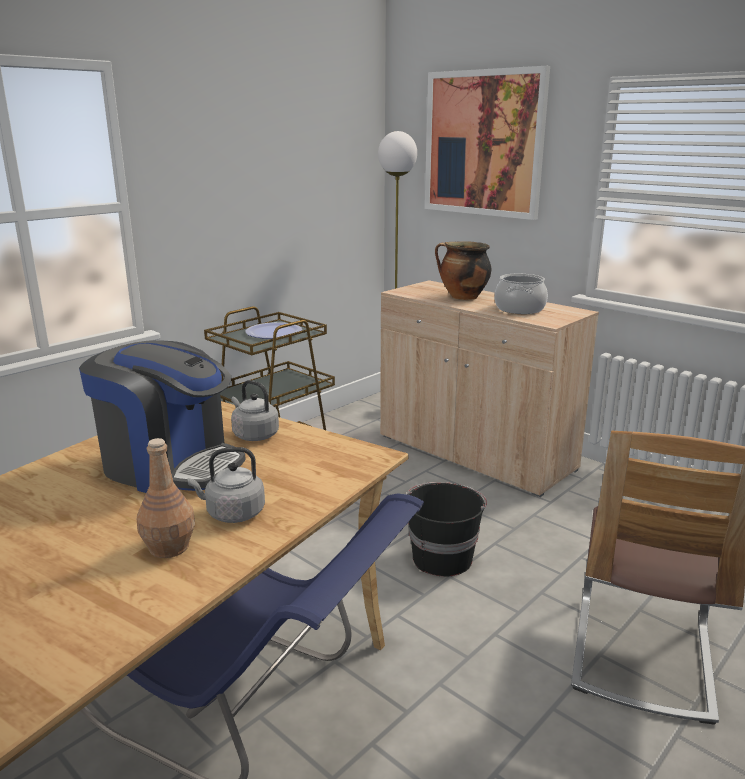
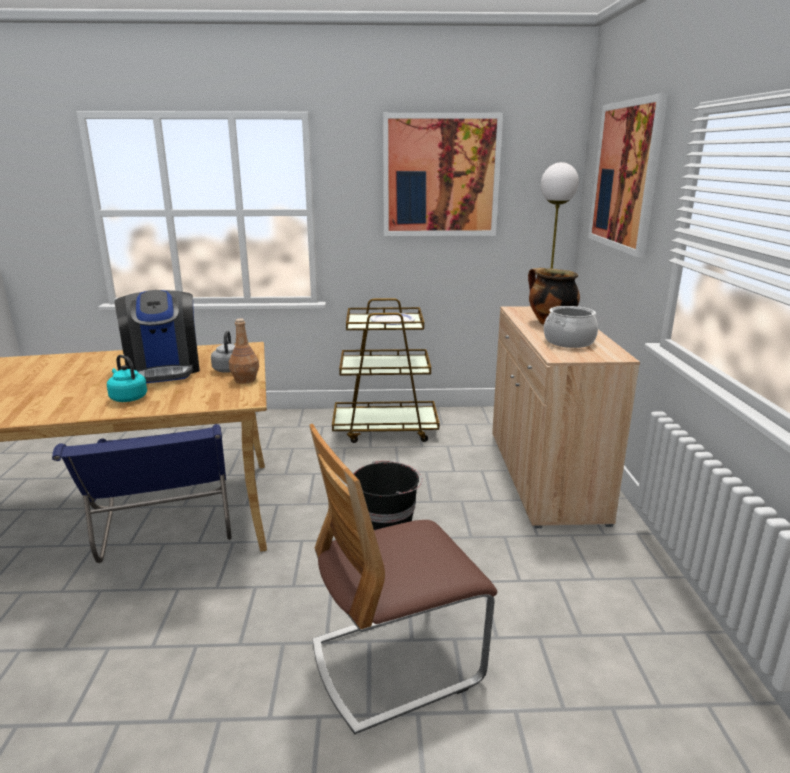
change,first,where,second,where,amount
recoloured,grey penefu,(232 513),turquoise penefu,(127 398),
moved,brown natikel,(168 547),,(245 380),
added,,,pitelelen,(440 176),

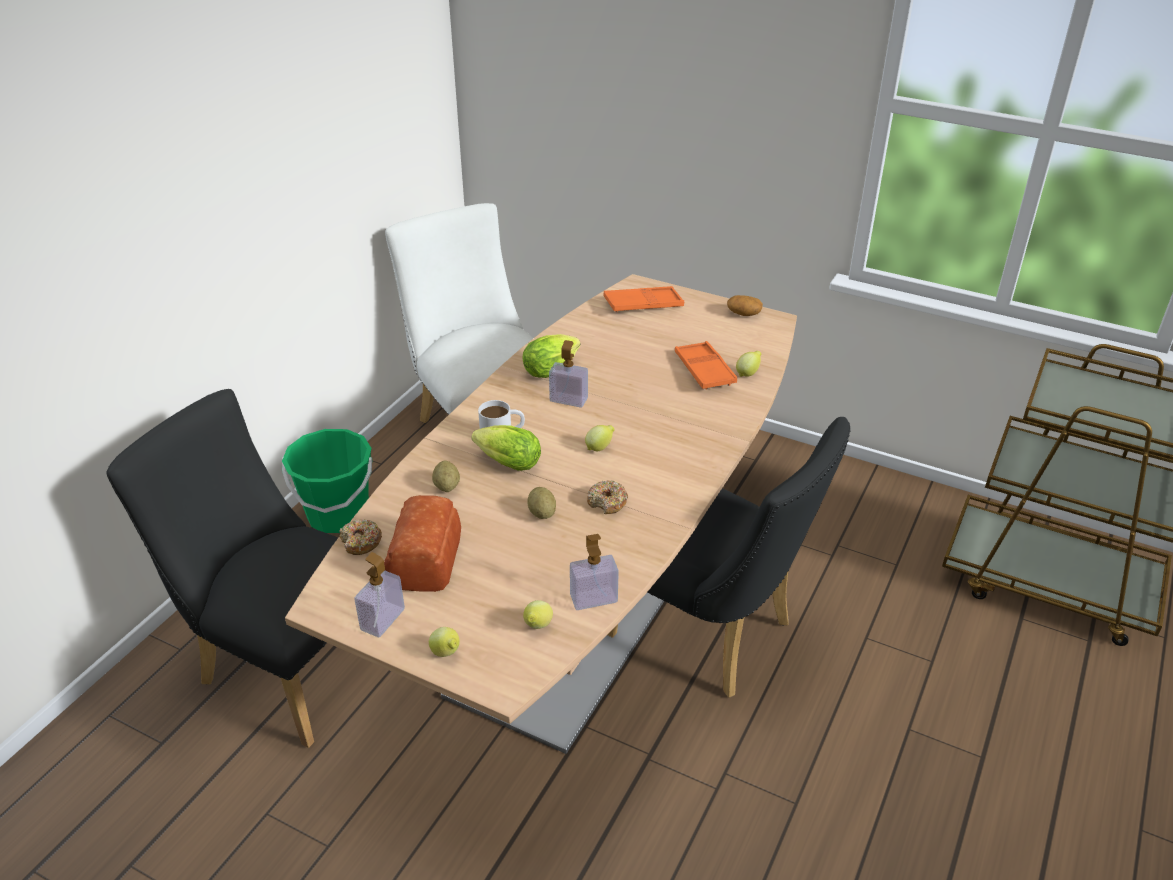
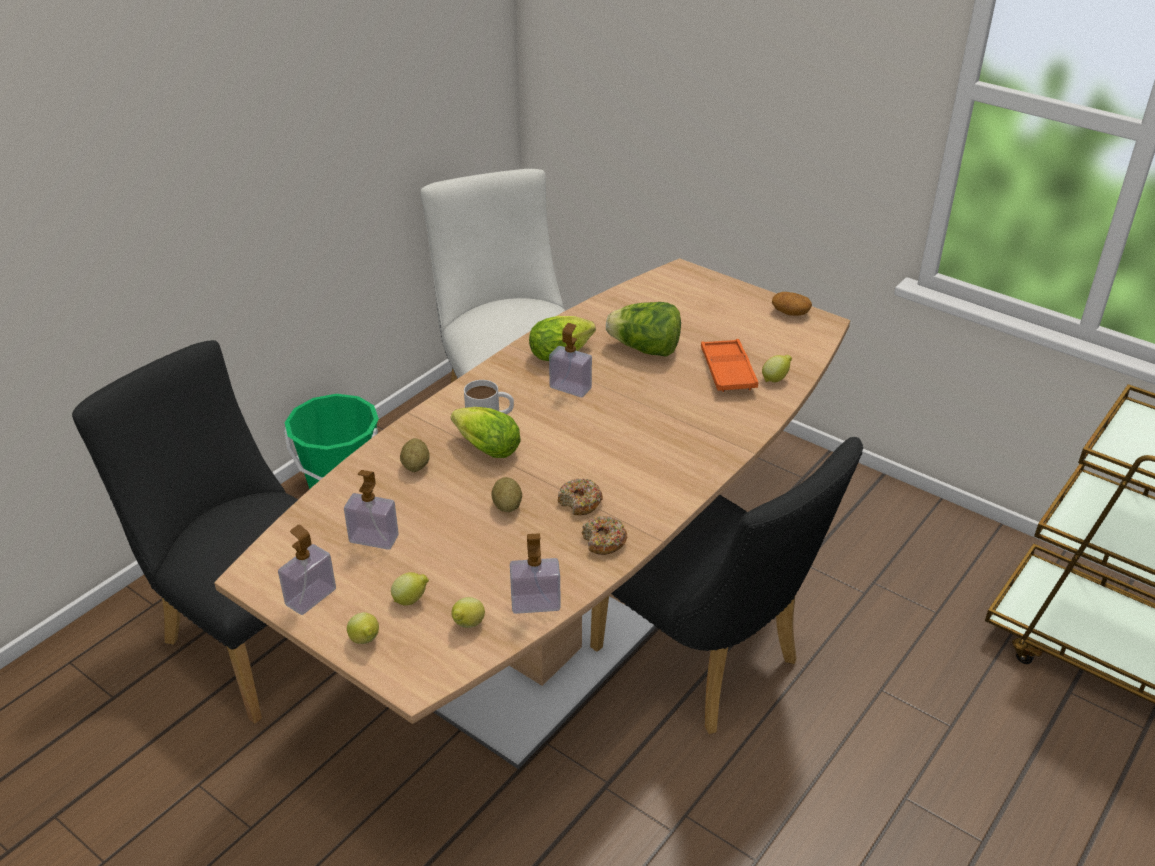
change,first,where,second,where,amount
replaced,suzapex,(427 558),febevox,(374 539),
moved,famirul,(599 448),,(411 600),
moved,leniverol,(361 542),,(603 541),
added,,,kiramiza,(645 349),
removed,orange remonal,(643 304),,,

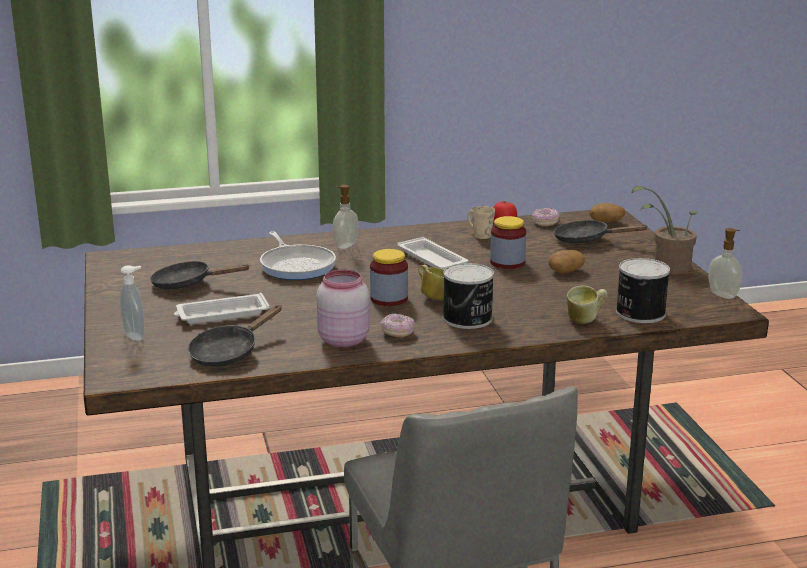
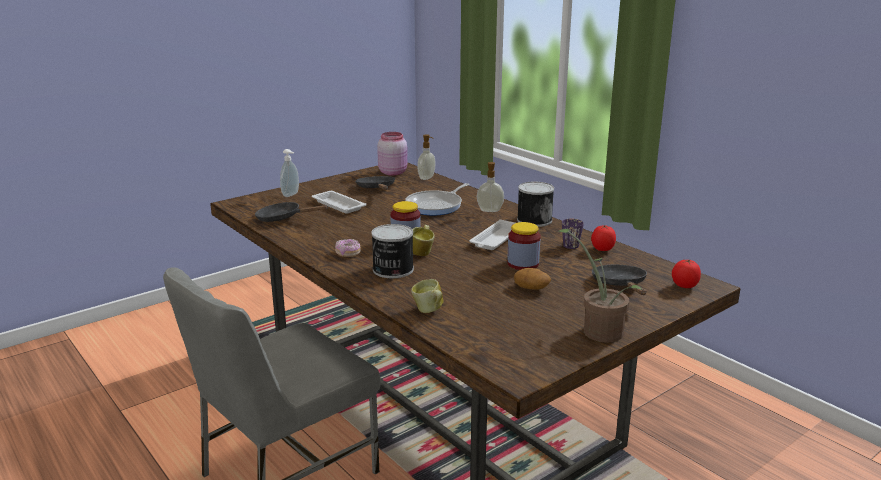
change,first,where,second,where,amount
moved,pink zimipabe,(342 340),,(393 172),
moved,febevox,(723 295),,(427 178),
moved,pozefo,(639 313),,(534 220),
recoloured,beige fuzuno,(478 234),purple fuzuno,(572 244),
replaced,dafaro,(607 221),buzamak,(684 286),
removed,leniverol,(545 223),,,

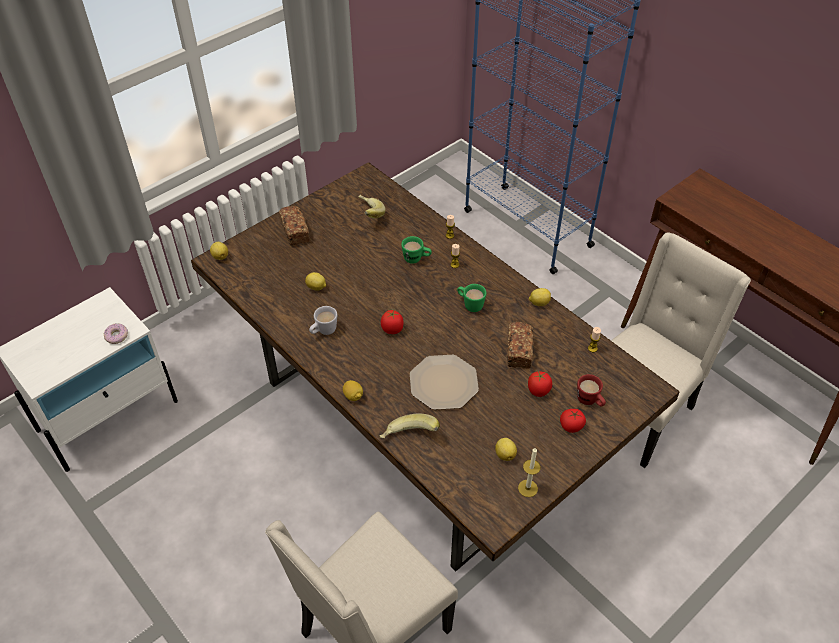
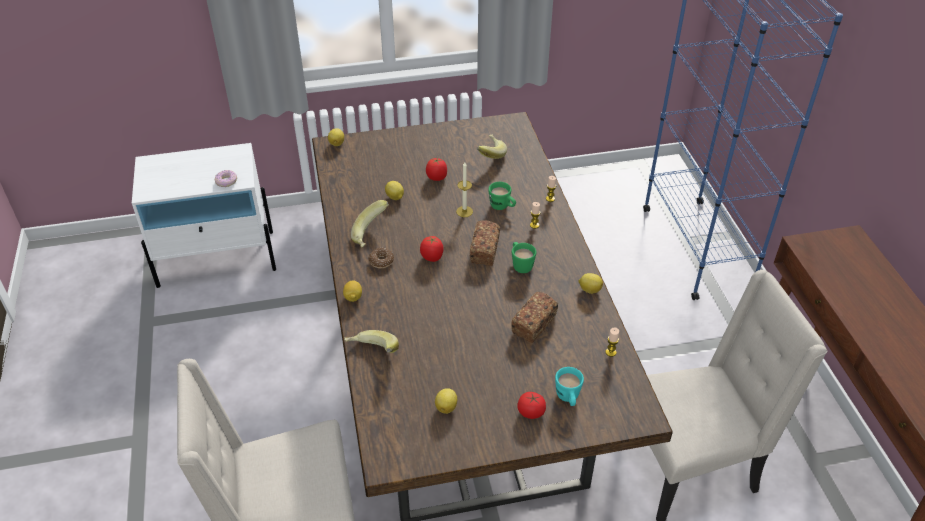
change,first,where,second,where,amount
replaced,white fuzuno,(323 331),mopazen,(371 235),
added,,,leniverol,(381 261),
moved,buzamak,(538 391),,(437 177),
moved,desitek,(527 488),,(464 211),
moved,suzapex,(295 232),,(485 250),
recoloured,red fuzuno,(590 401),turquoise fuzuno,(568 398),
removed,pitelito,(444 383),,,

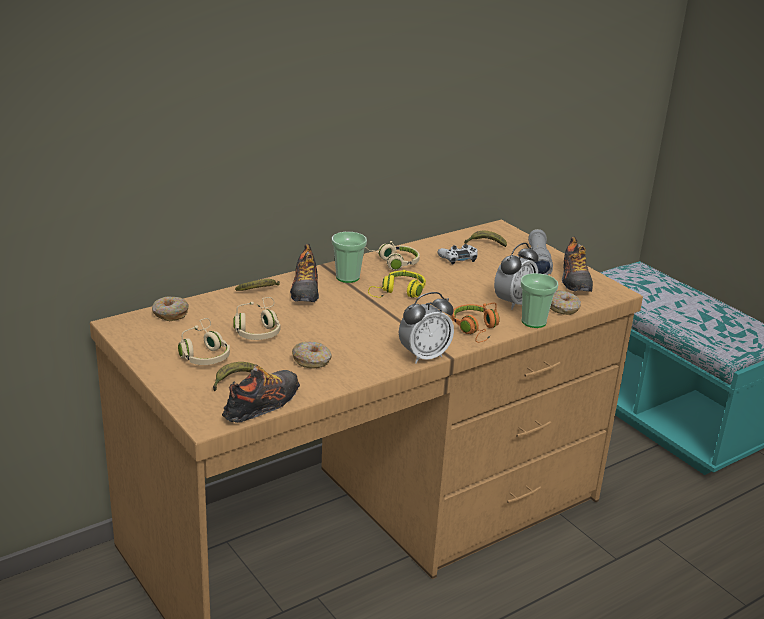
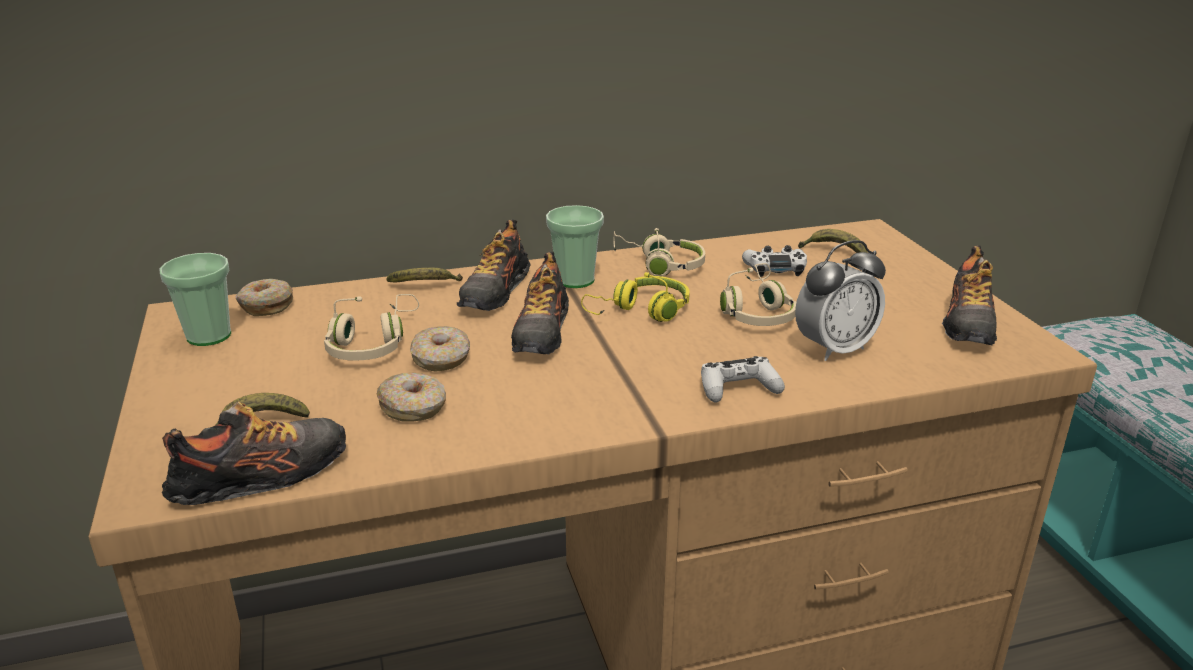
change,first,where,second,where,amount
moved,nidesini,(533 322),,(209 336),
moved,leniverol,(563 308),,(441 359),
added,,,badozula,(542 332),
replaced,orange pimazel,(475 329),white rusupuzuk,(738 388),
moved,beige pimazel,(204 353),,(757 311),
removed,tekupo,(424 356),,,
removed,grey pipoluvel,(538 262),,,

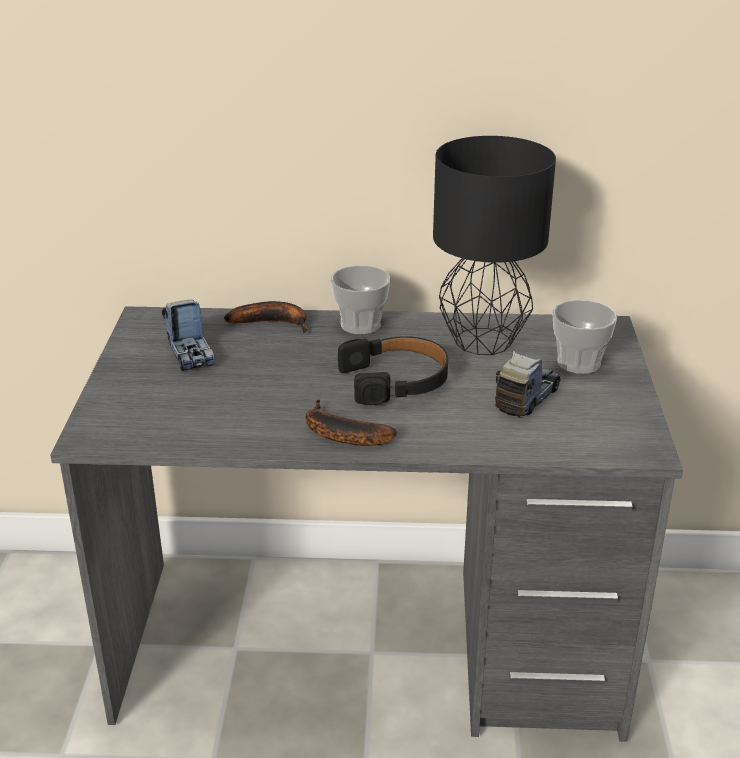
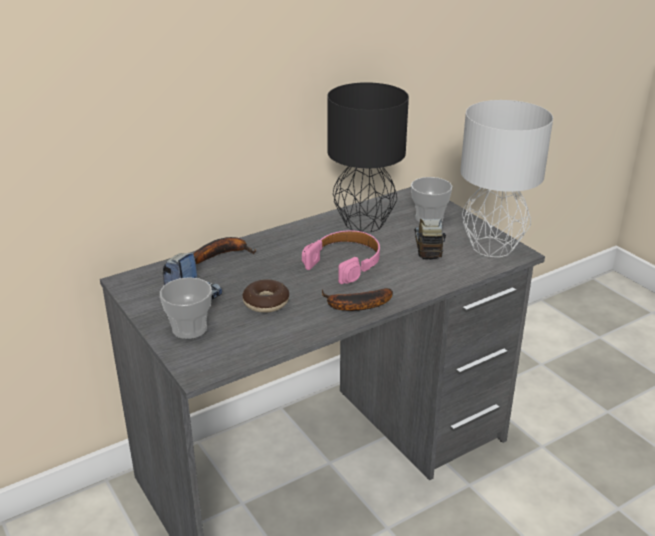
change,first,where,second,where,amount
moved,nidesini,(360 325),,(189 328),
added,,,leniverol,(266 303),
recoloured,black pimazel,(396 380),pink pimazel,(345 263),
added,,,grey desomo,(490 247),

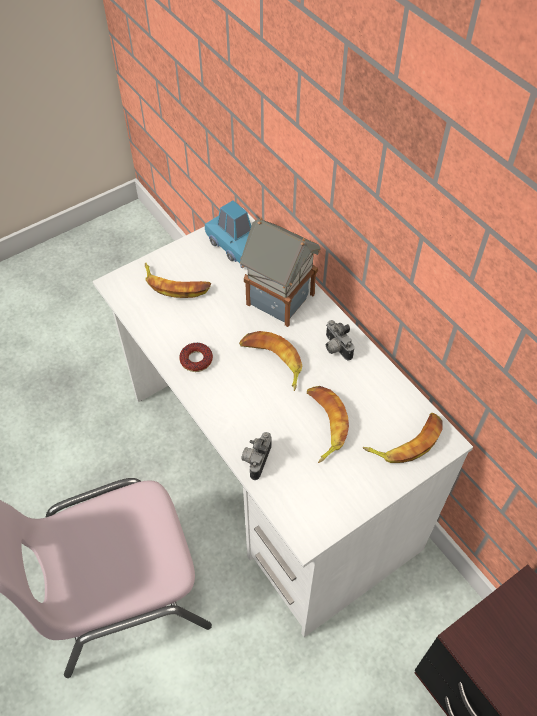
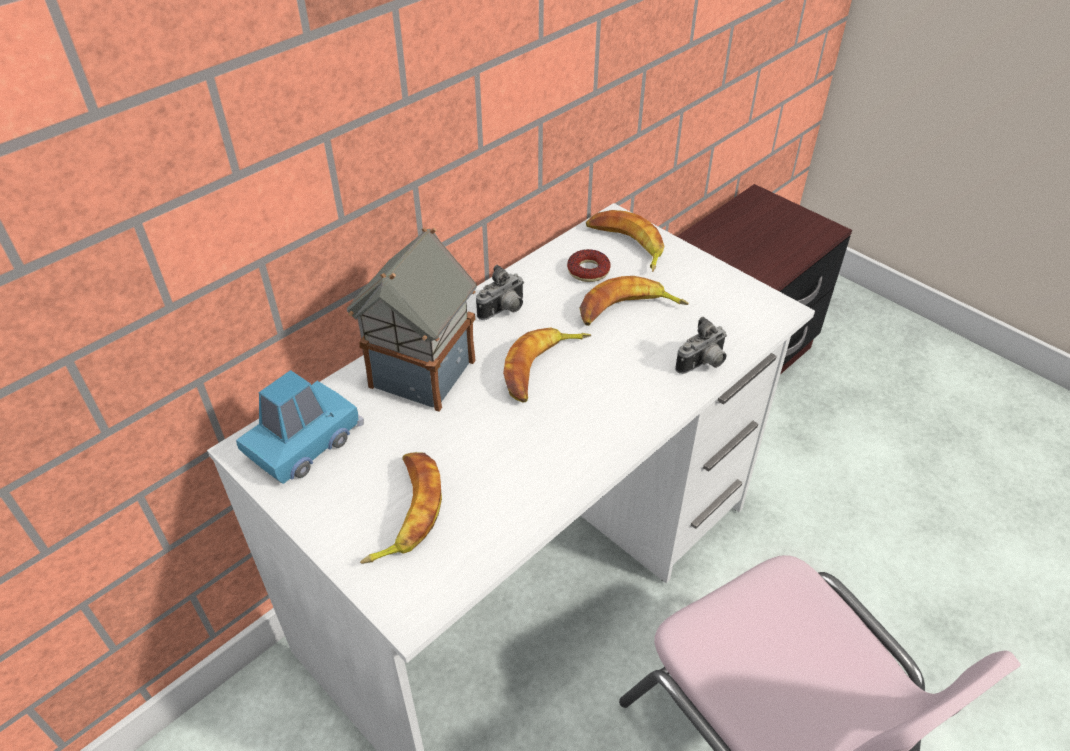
change,first,where,second,where,amount
moved,leniverol,(196 360),,(588 271),
turned,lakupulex,(256 460),,(703 364),45 degrees counterclockwise

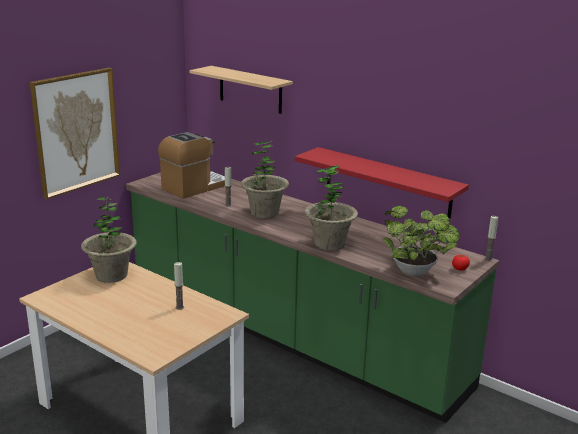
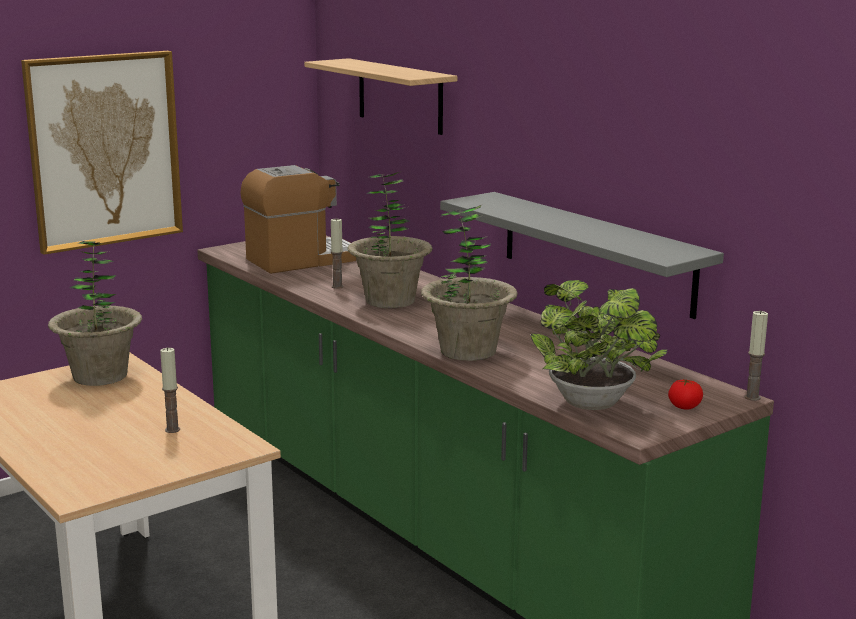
change,first,where,second,where,amount
recoloured,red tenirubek,(387 182),grey tenirubek,(596 252),

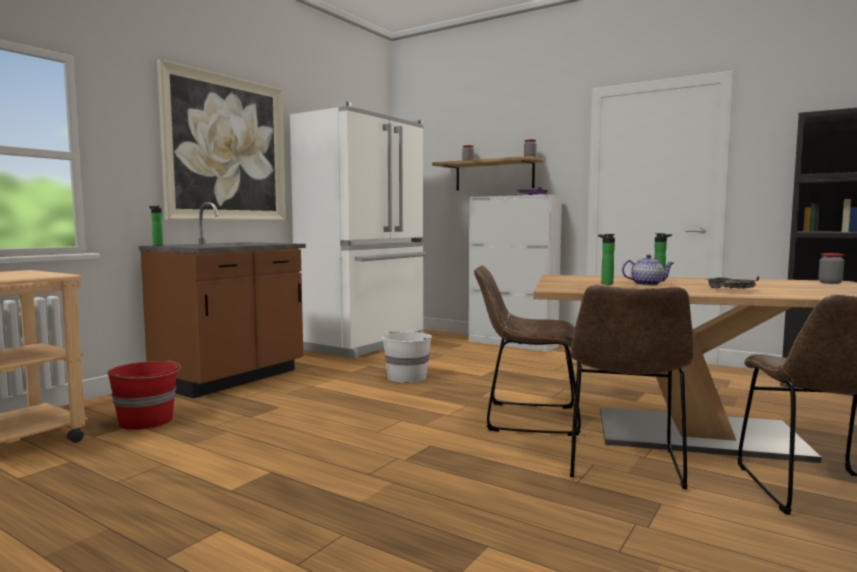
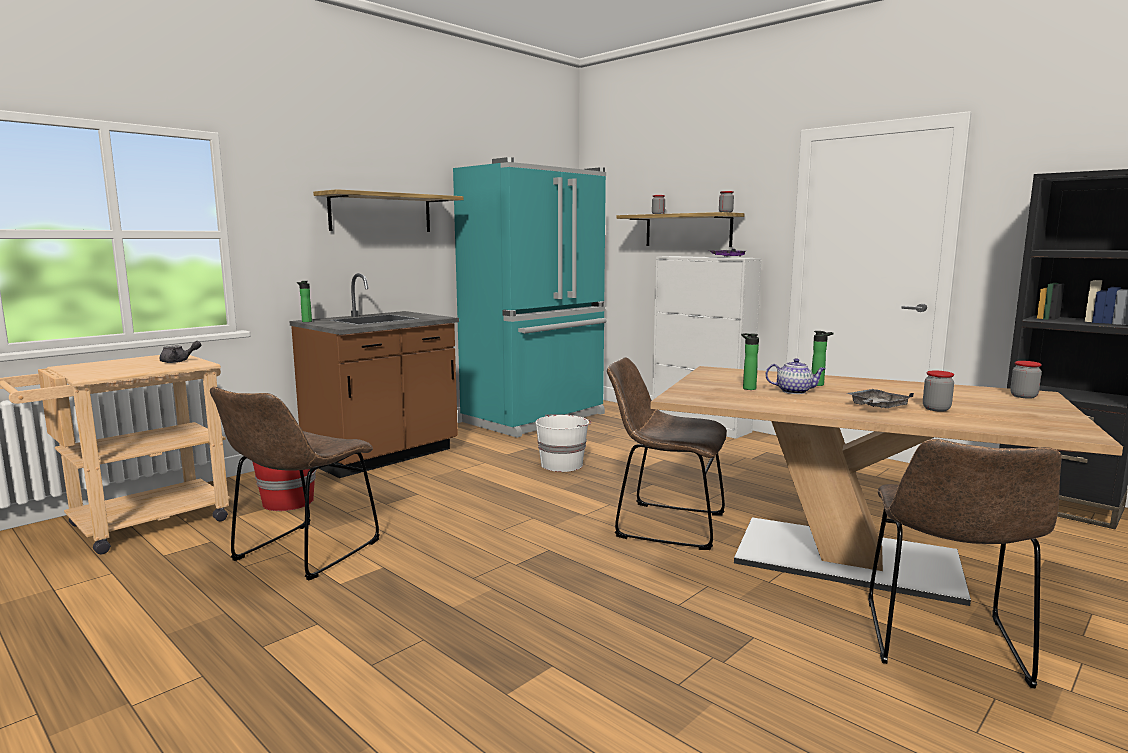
change,first,where,second,where,amount
added,,,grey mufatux,(179 361),
moved,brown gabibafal,(623 466),,(302 554),
replaced,pitelelen,(226 149),tenirubek,(381 213),
recoloured,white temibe,(365 344),turquoise temibe,(537 418),
added,,,zimipabe,(936 409),

